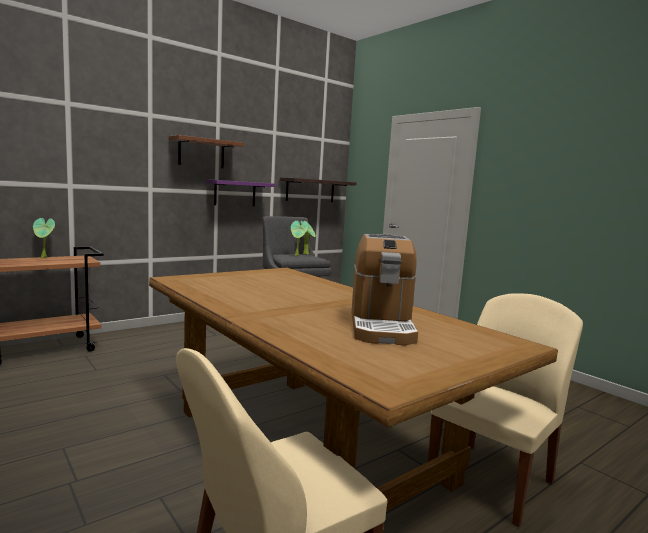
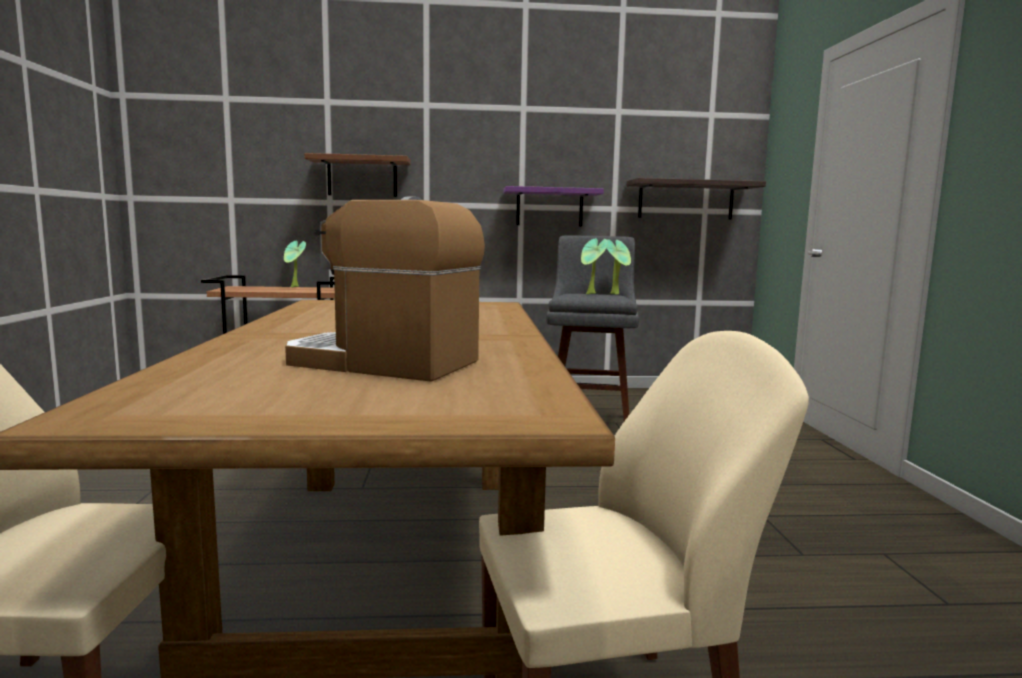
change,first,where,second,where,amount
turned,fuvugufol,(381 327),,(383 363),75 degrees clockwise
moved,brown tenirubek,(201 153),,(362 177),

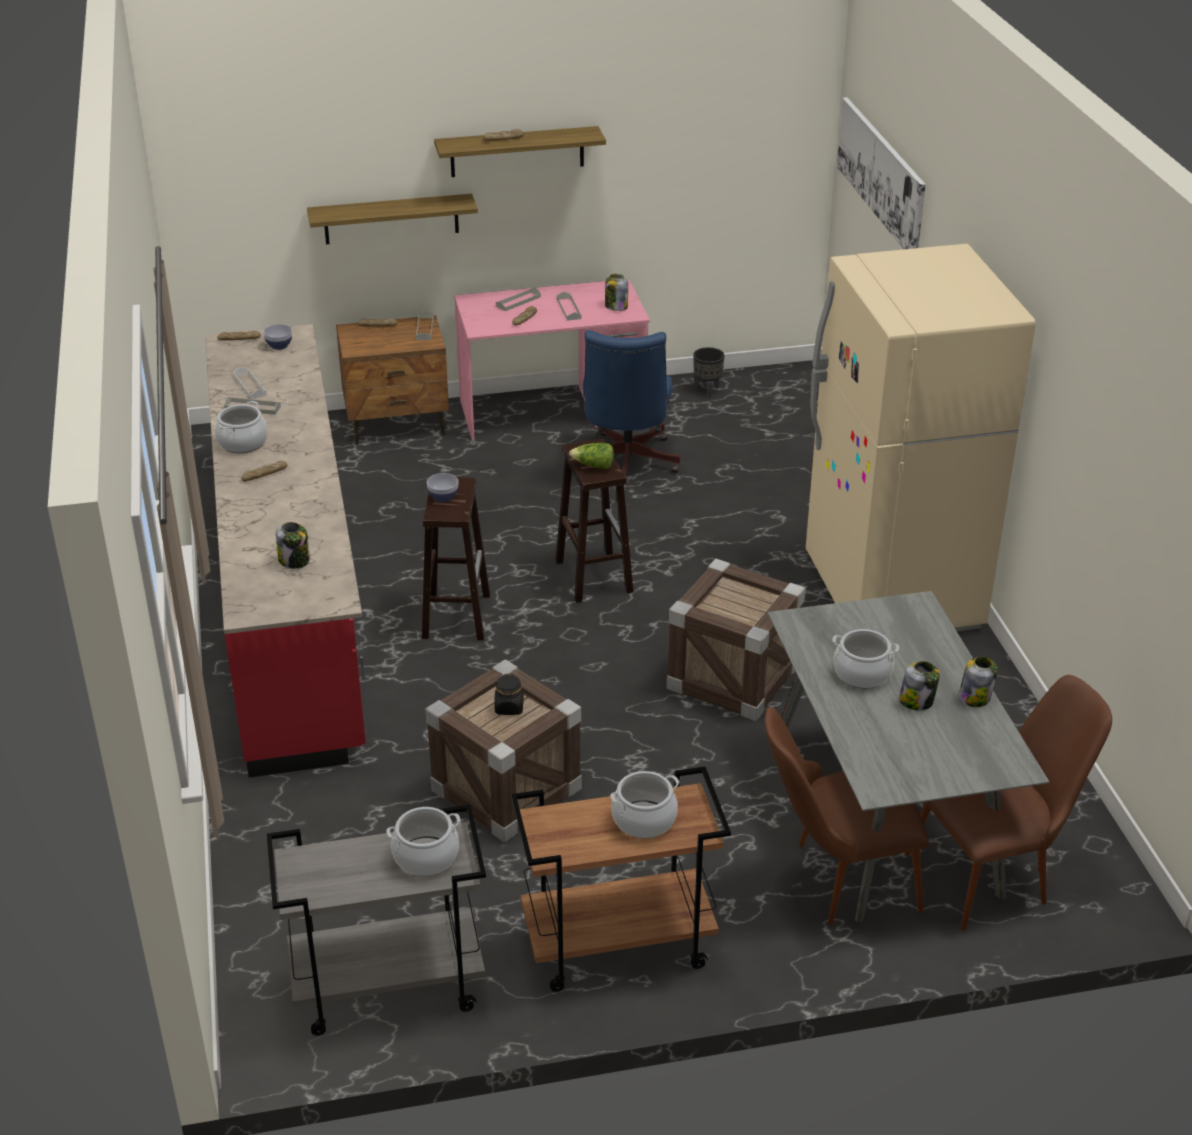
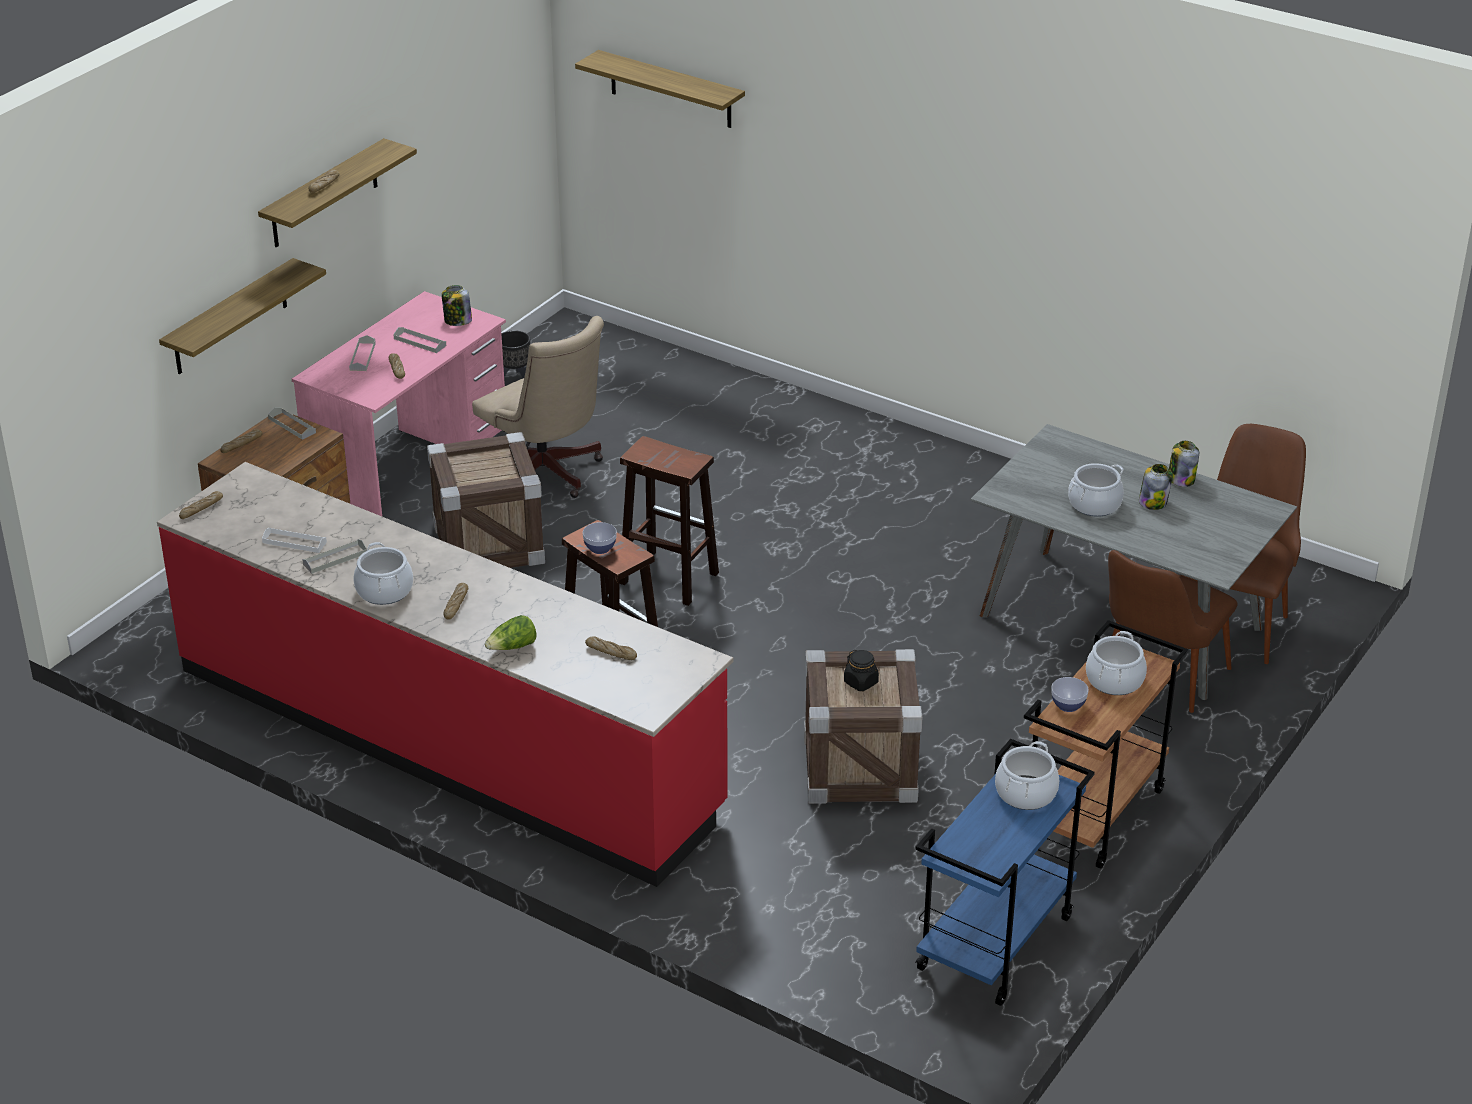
change,first,where,second,where,amount
moved,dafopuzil,(733 677),,(488 544),
recoloured,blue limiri,(625 464),beige limiri,(547 475),
moved,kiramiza,(593 466),,(512 647),
replaced,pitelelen,(881 174),tenirubek,(670 90),
replaced,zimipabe,(294 560),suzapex,(611 652),
recoloured,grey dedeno,(386 988),blue dedeno,(995 945),
moved,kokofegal,(279 345),,(1068 705),
removed,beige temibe,(892 593),,,

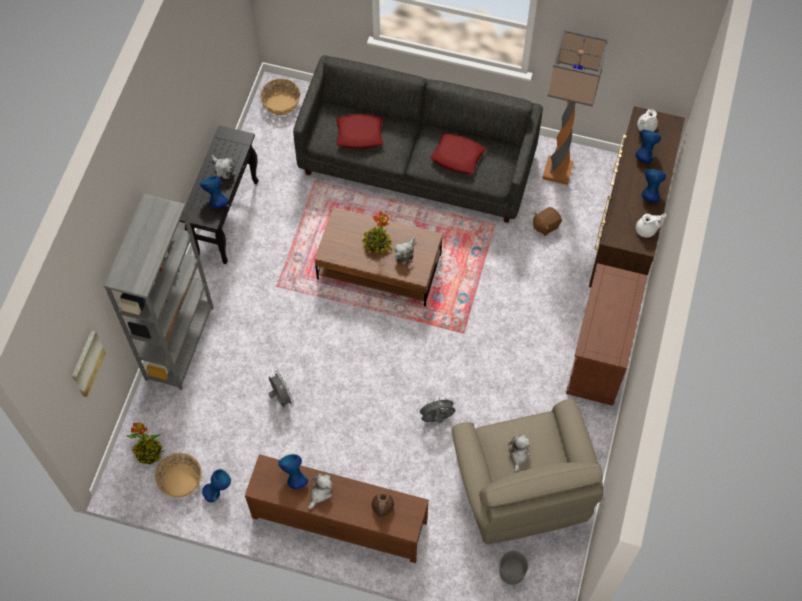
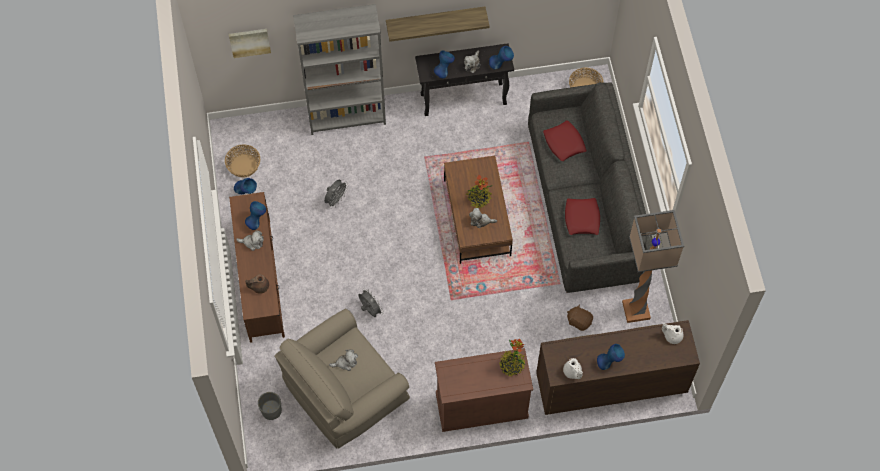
change,first,where,second,where,amount
added,,,tenirubek,(435 19),
moved,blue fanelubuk,(644 154),,(501 65),
moved,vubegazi,(149 452),,(511 365),

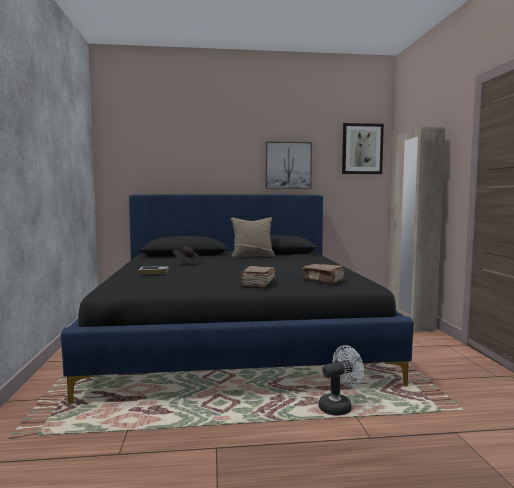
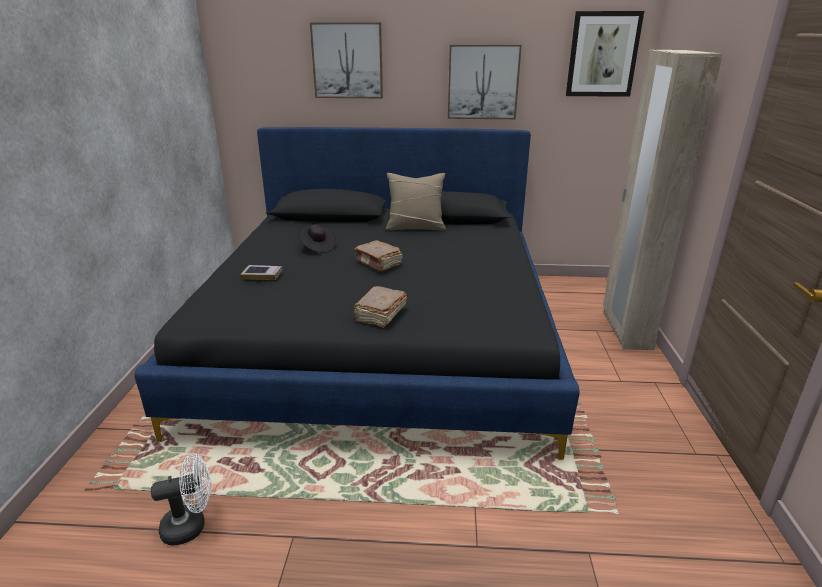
change,first,where,second,where,amount
moved,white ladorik,(339 406),,(191 526),
added,,,pitelelen,(347 61),
moved,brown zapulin,(323 280),,(378 263),

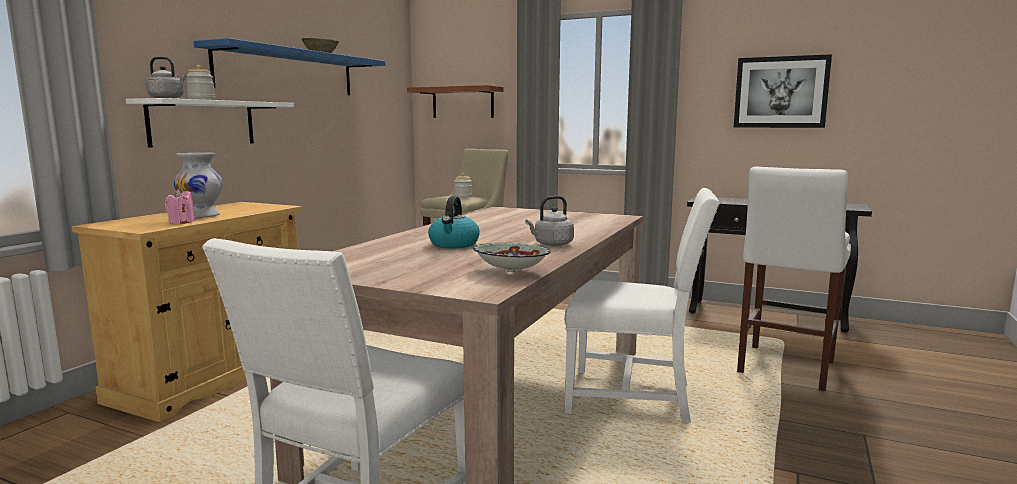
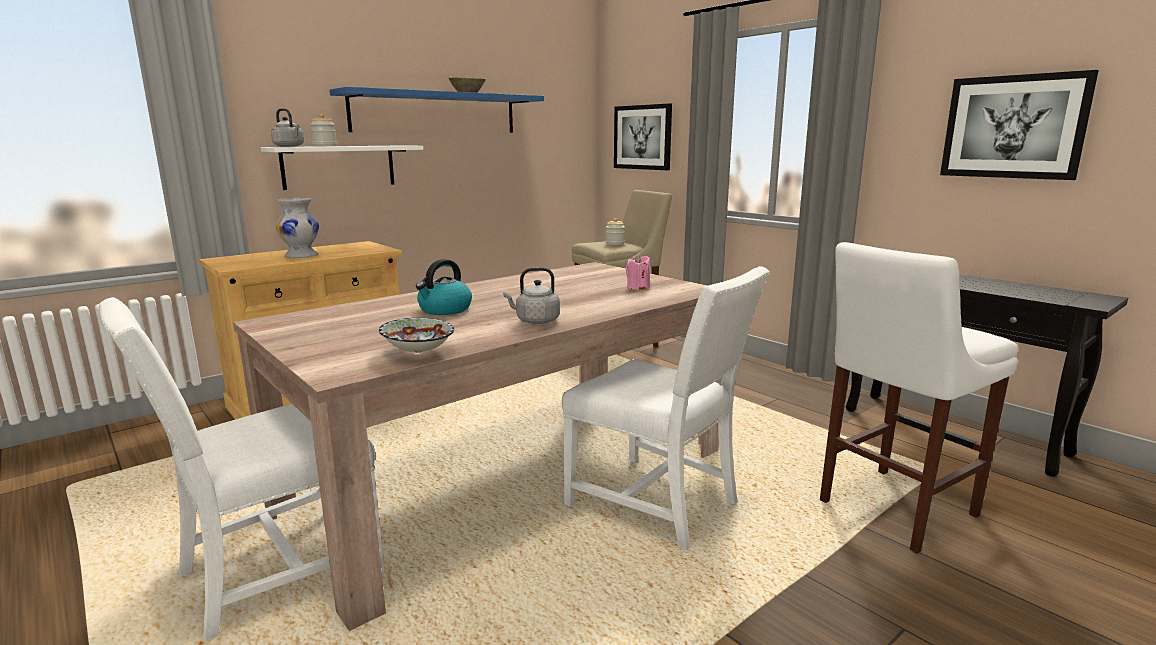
change,first,where,second,where,amount
replaced,tenirubek,(463 102),pitelelen,(642 137),
moved,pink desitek,(181 222),,(638 287),

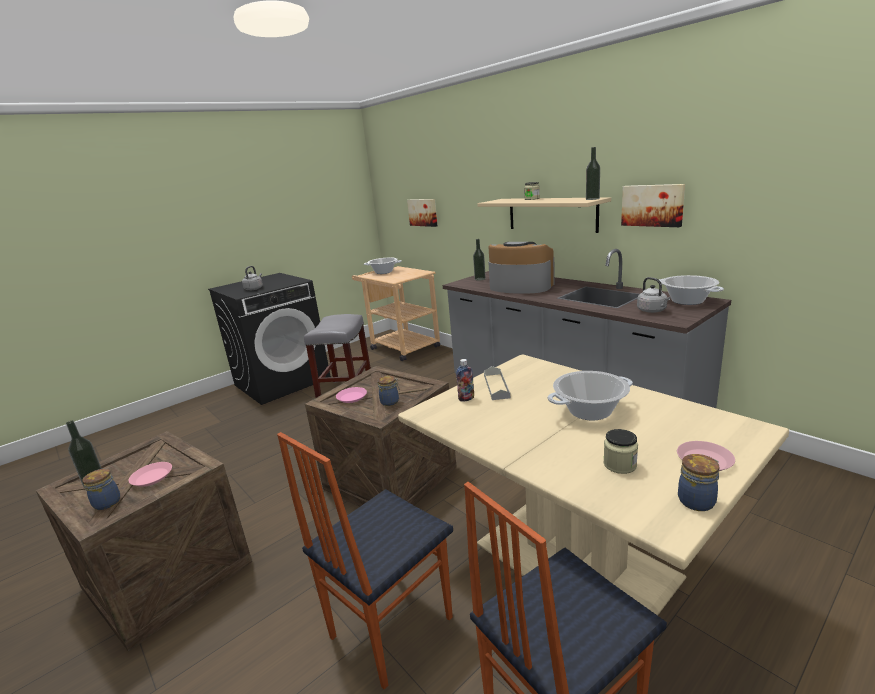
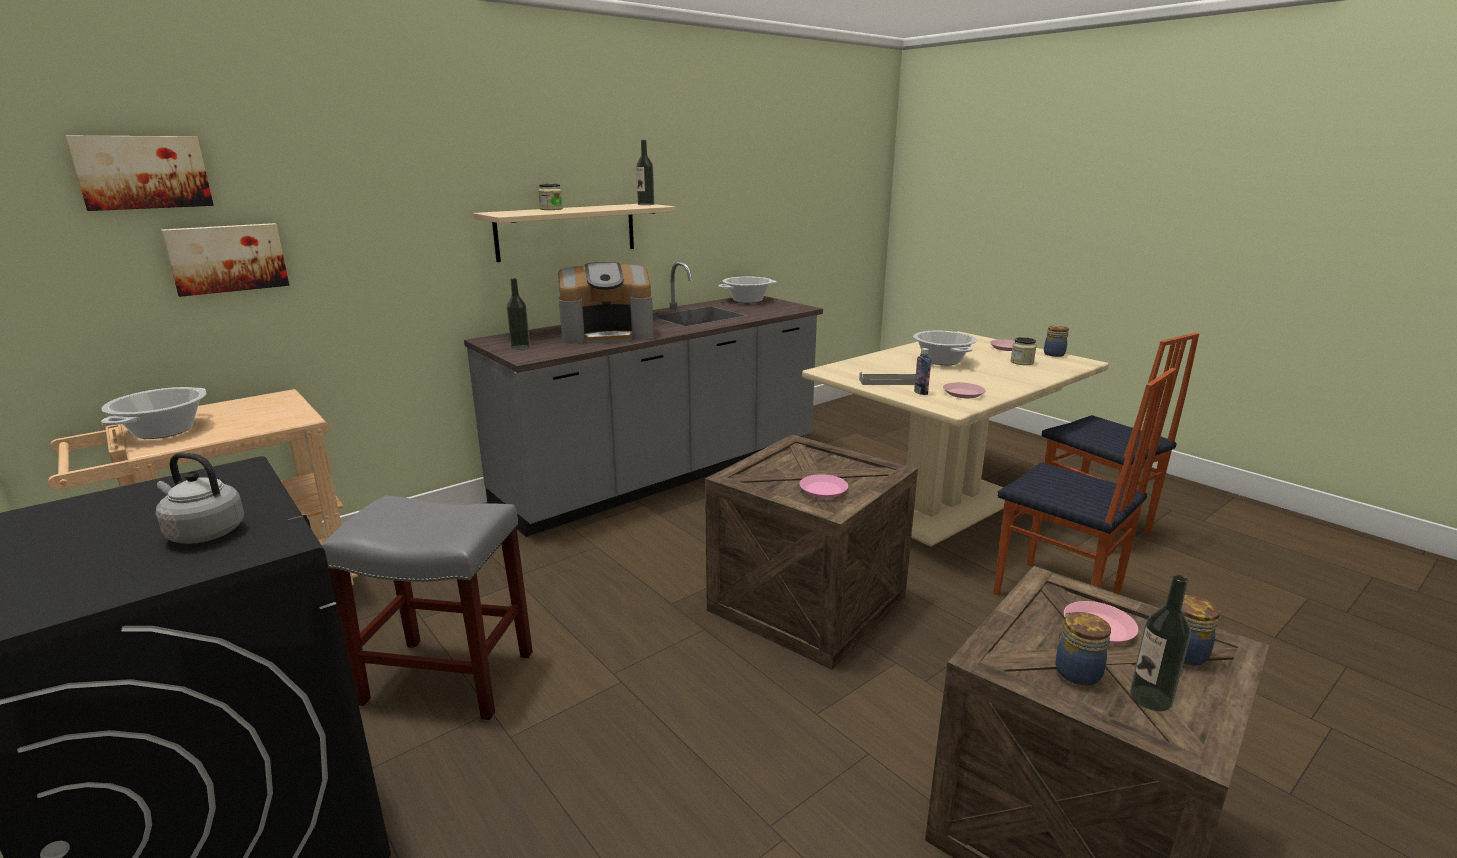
change,first,where,second,where,amount
moved,pitelelen,(652 205),,(143 172),
turned,fuvugufol,(520 287),,(608 334),135 degrees counterclockwise
added,,,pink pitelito,(963 393),
moved,zimipabe,(390 402),,(1076 671),
removed,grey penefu,(652 311),,,

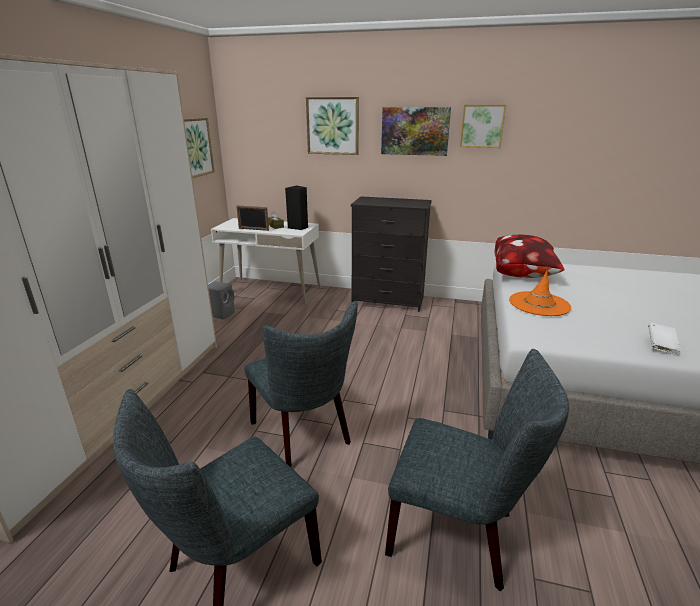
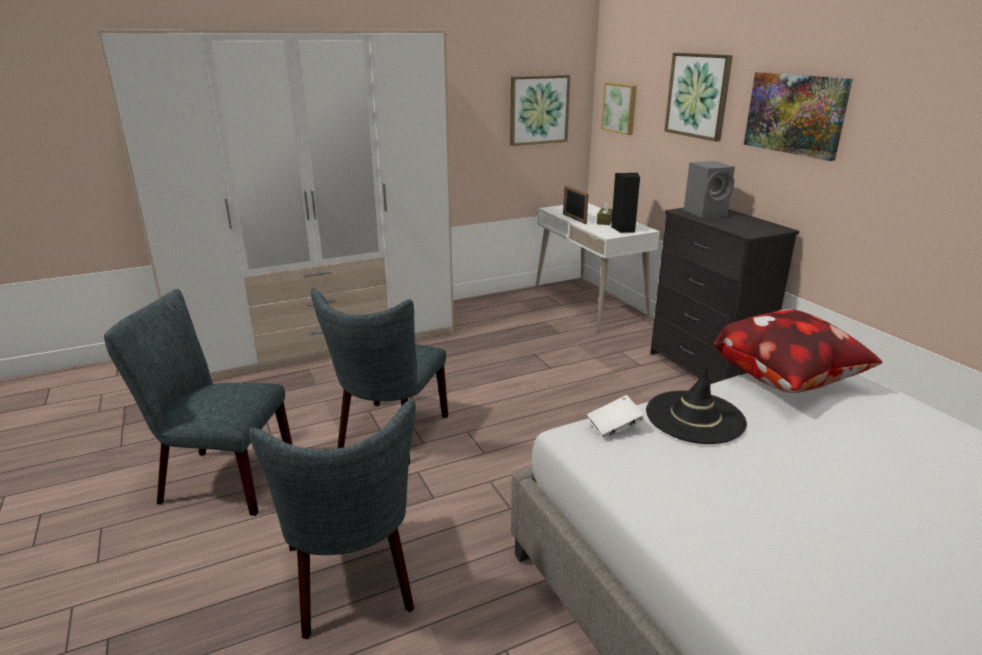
change,first,where,second,where,amount
moved,white zapulin,(660 346),,(614 427),
moved,pitelelen,(482 126),,(620 108),
recoloured,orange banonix,(539 304),black banonix,(695 417),
moved,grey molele,(221 313),,(706 213),

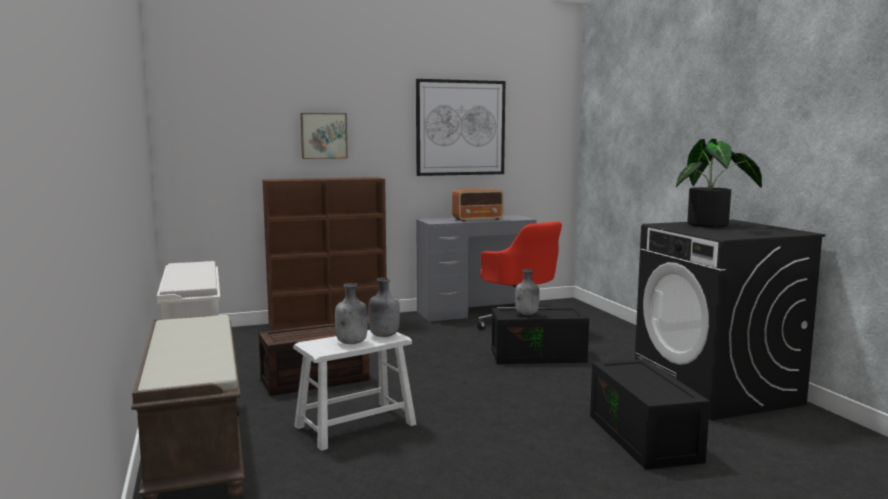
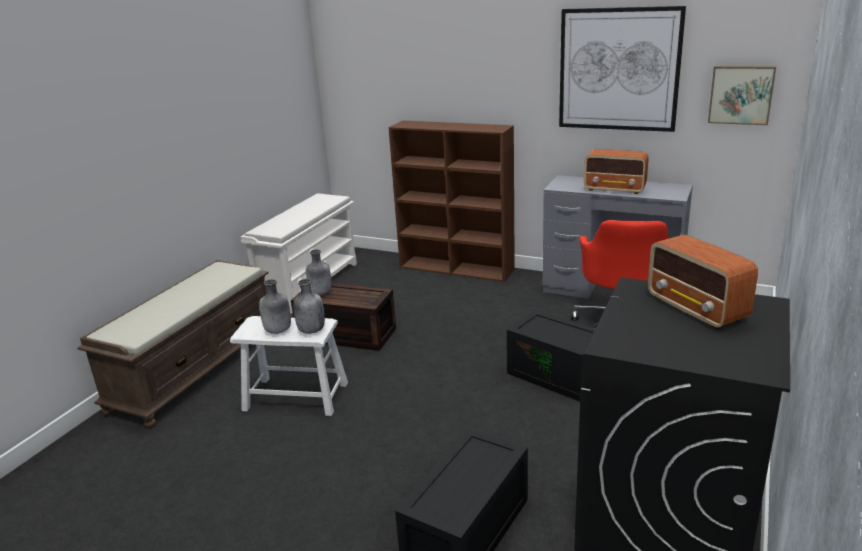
change,first,where,second,where,amount
moved,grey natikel,(527 314),,(320 293),
replaced,vubegazi,(713 225),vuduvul,(696 309),
moved,pitelelen,(323 136),,(741 94),

